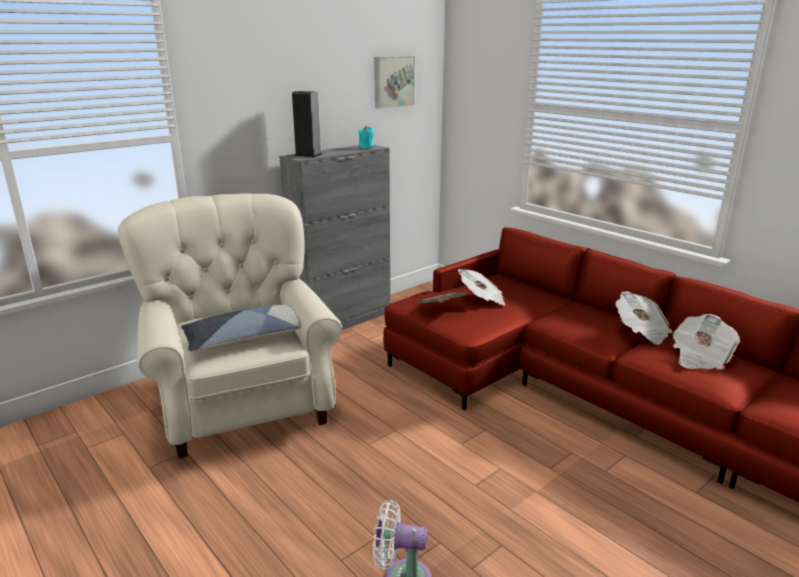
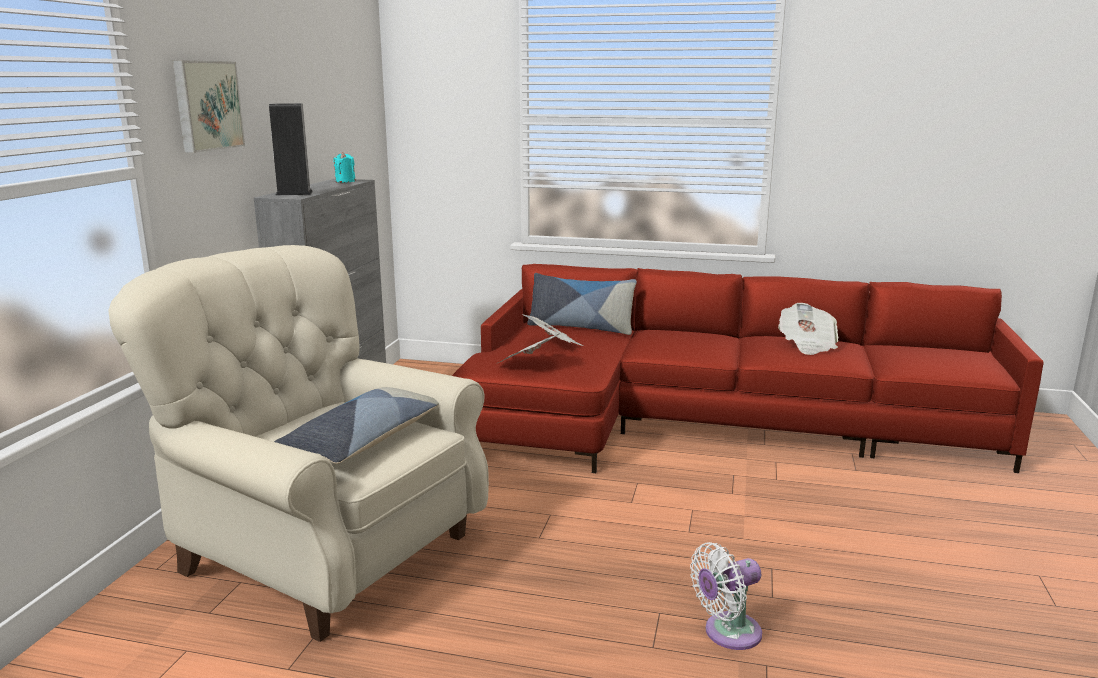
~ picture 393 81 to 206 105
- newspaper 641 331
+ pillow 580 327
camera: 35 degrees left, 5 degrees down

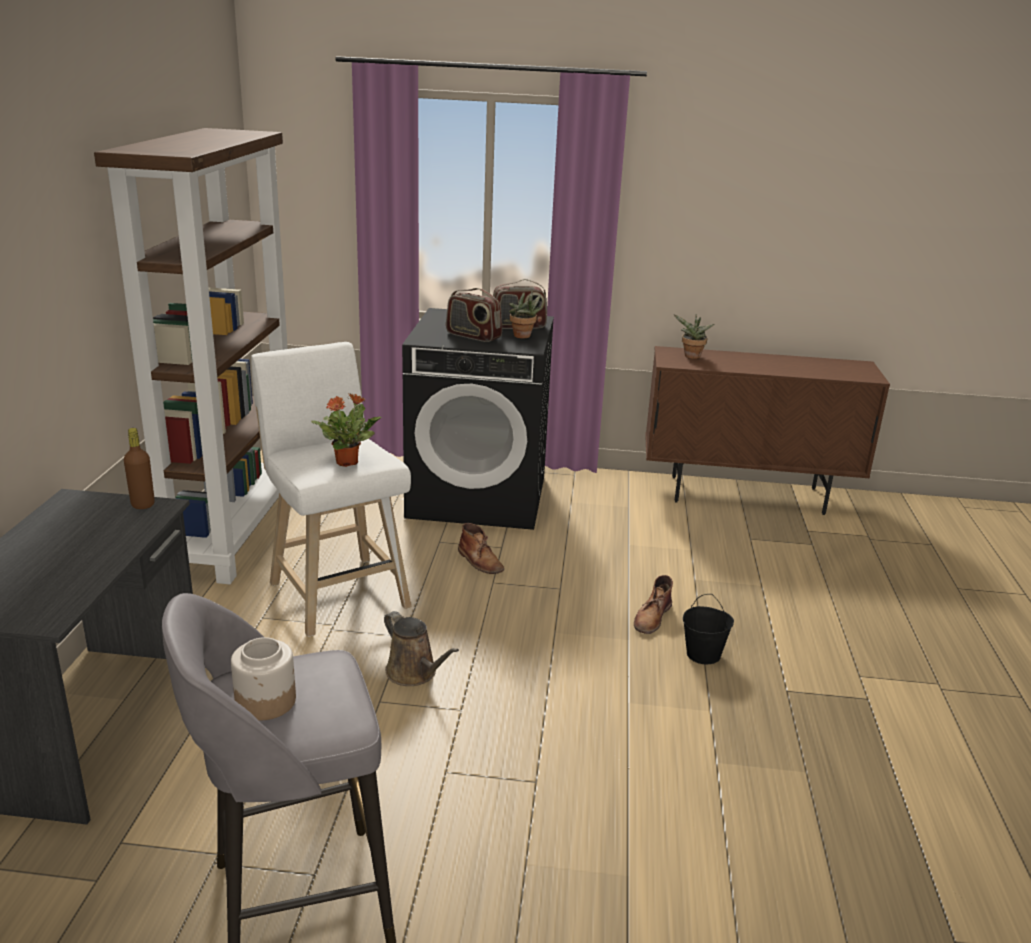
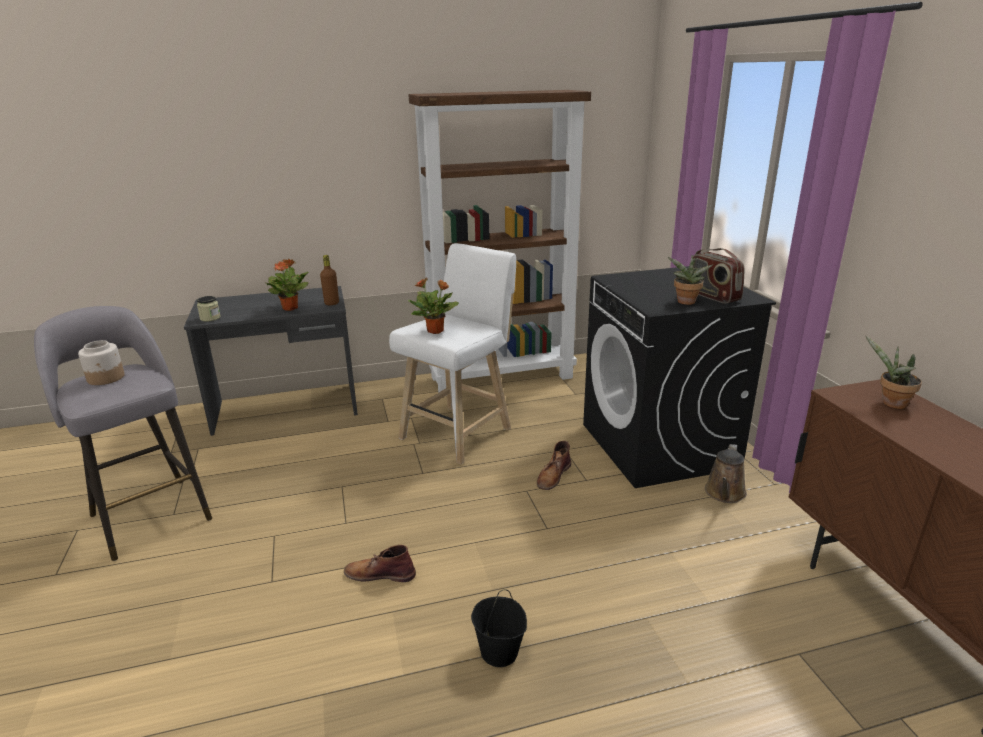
~ brown-coloured watering can 414 673 to 724 494
- radio receiver 473 336
~ brown-coloured tall boot 652 617 to 379 573
+ jar 210 318
+ plant in a pot 290 308
camera: 70 degrees right, 0 degrees up

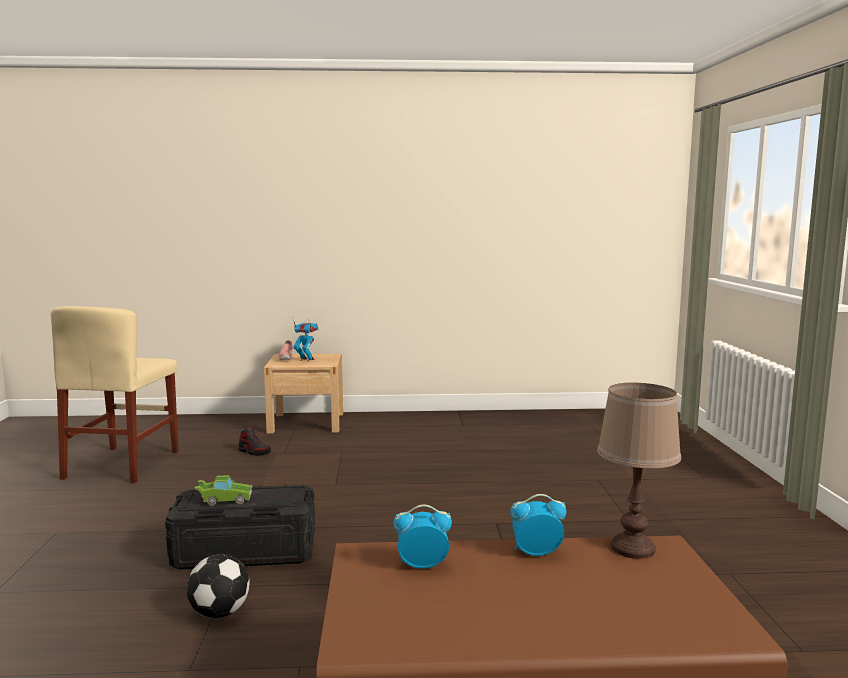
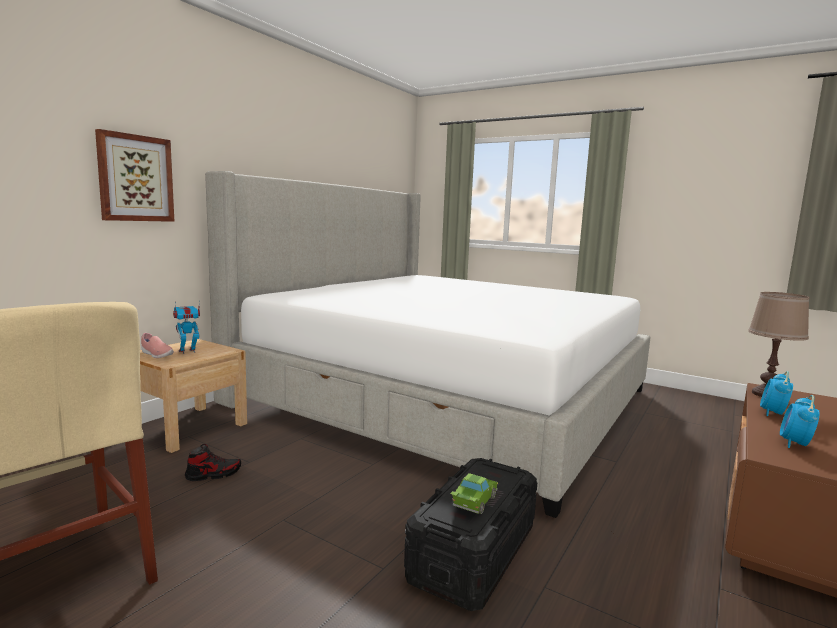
- ball for football 219 612
+ picture 135 178
+ bedroom bed 445 397
camera: 55 degrees left, 0 degrees up

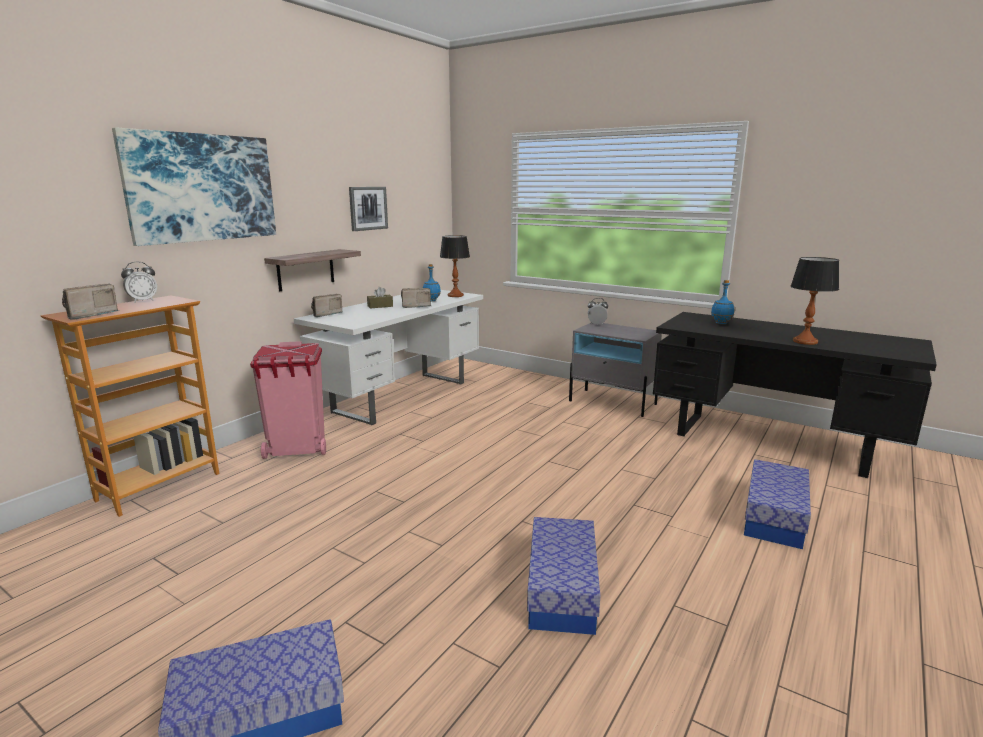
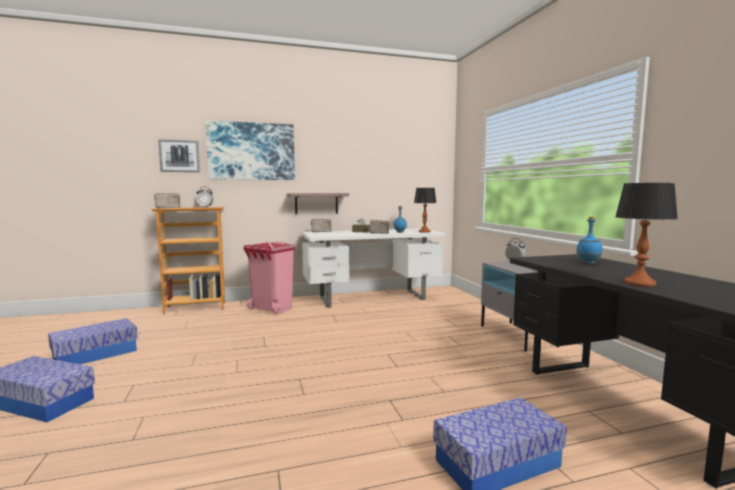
~ picture 368 208 to 179 156
~ storage box 562 590 to 95 354
camera: 40 degrees right, 10 degrees down

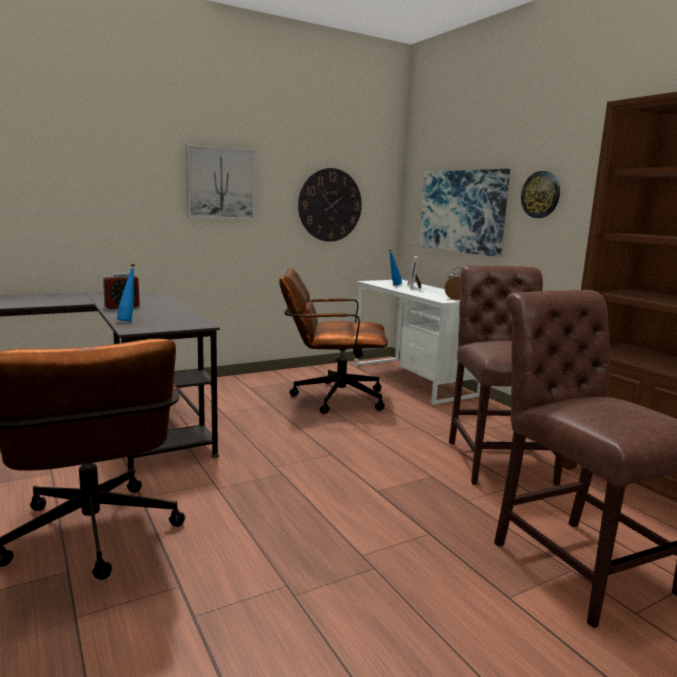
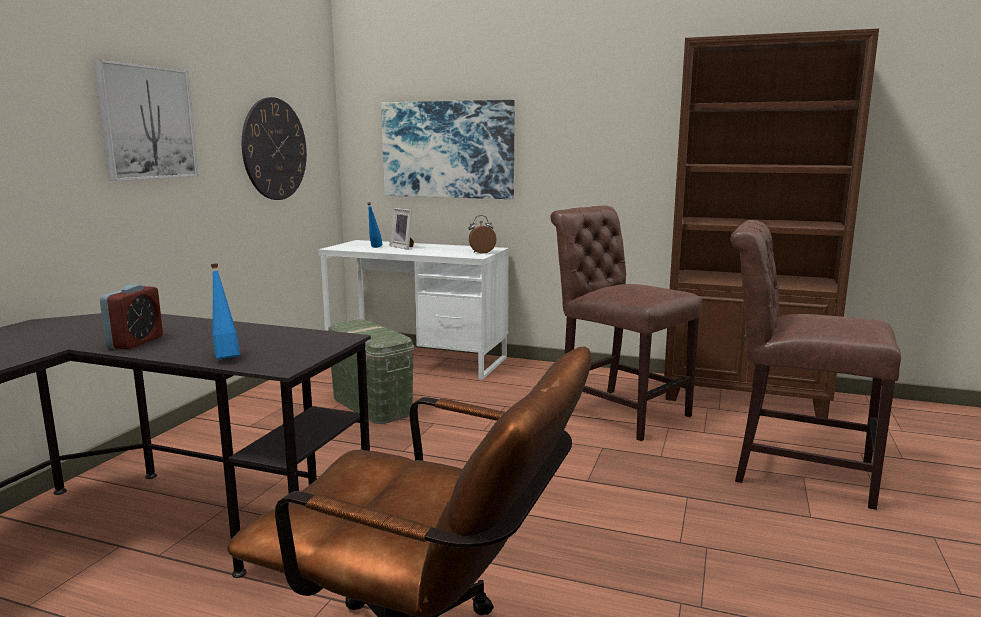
~ brown-coloured computer chair 330 397 to green-coloured storage box 371 405
- hanging clock 541 194
camera: 40 degrees left, 0 degrees up

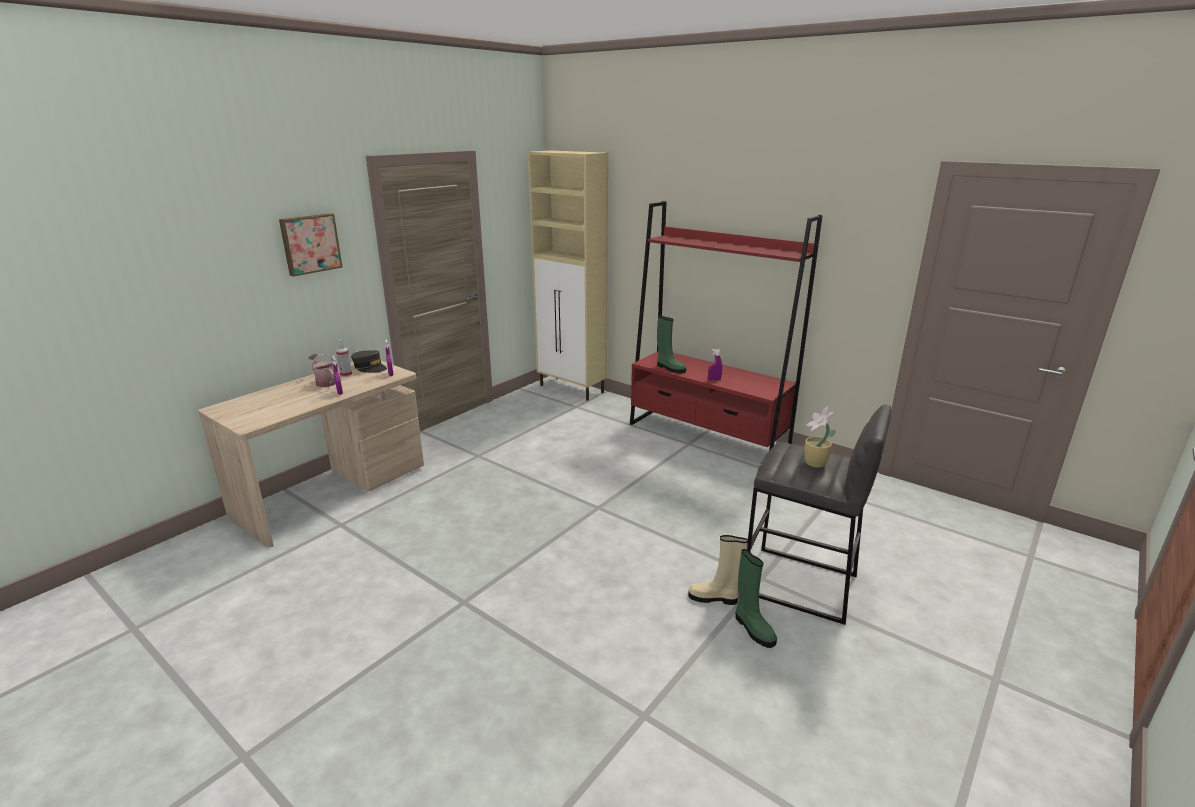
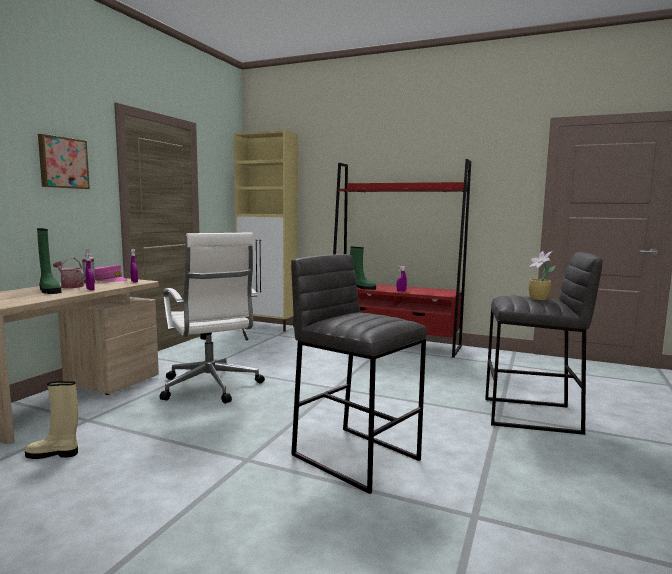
~ grey cap 370 367 to pinkish cap 110 280
~ sand-coloured tall boot 714 598 to 54 454
~ green-coloured tall boot 753 629 to 49 291
+ white computer chair 211 387
+ grey stool seat 355 456
camera: 15 degrees left, 15 degrees down

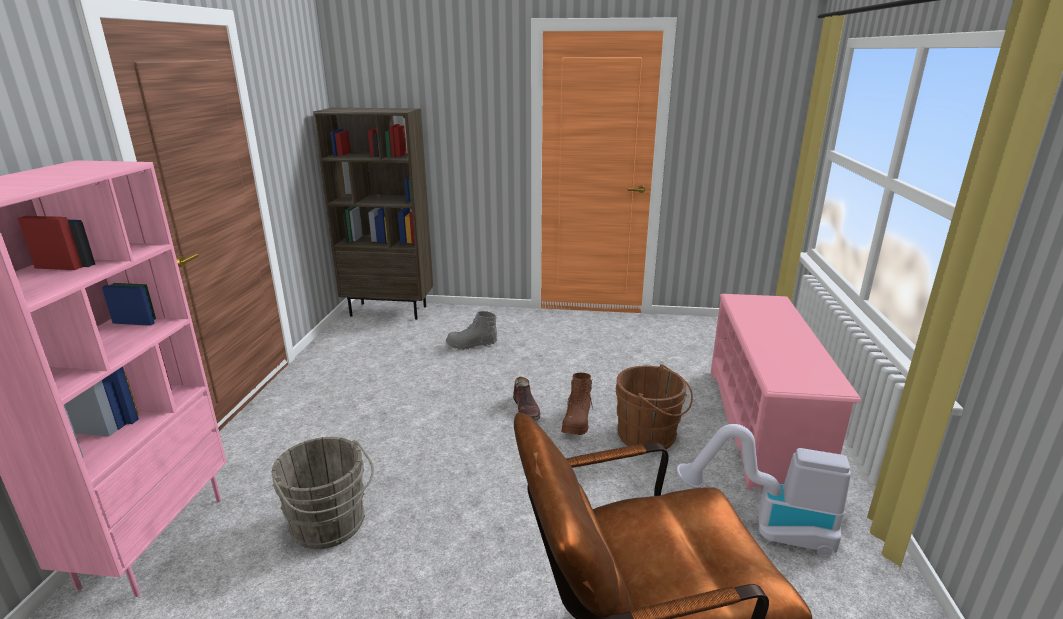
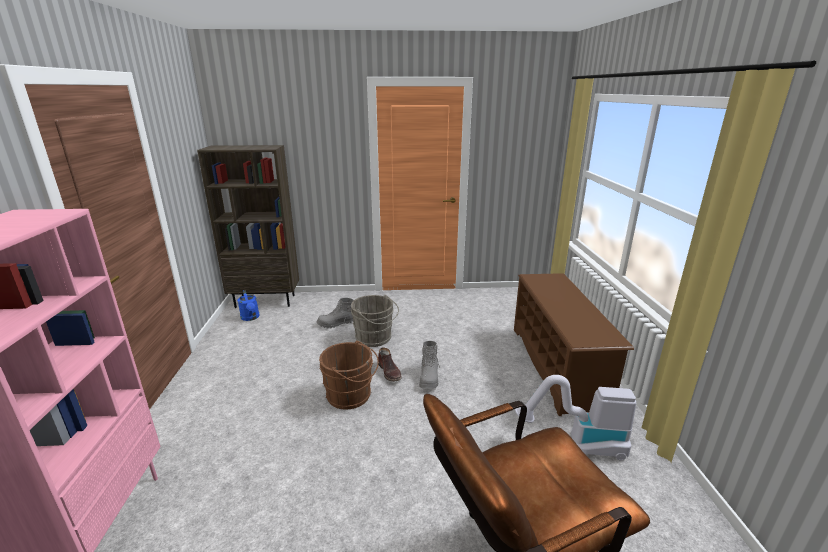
~ grey water bucket 330 526 to 375 338
~ brown-coloured tall boot 577 421 to grey tall boot 429 377
~ brown-coloured water bucket 650 436 to 351 396
~ pinkish shoe shelf 762 424 to brown-coloured shoe shelf 557 365
+ blue watering can 251 318
camera: 10 degrees left, 0 degrees up

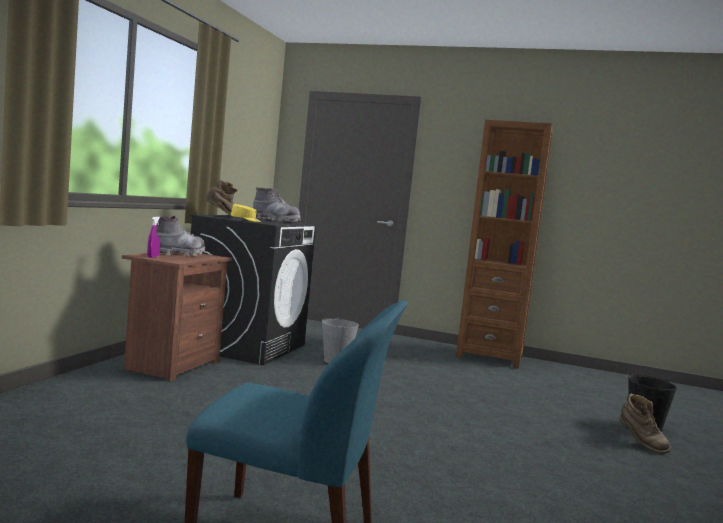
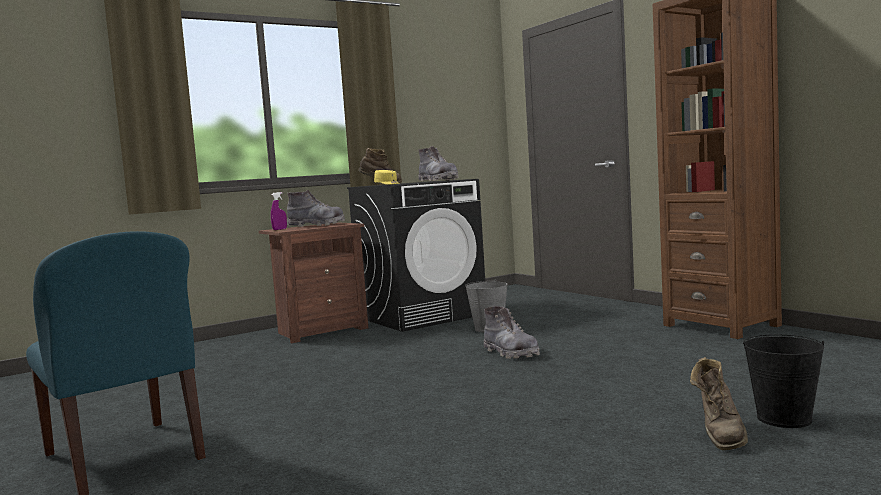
+ grey tall boot 511 353
camera: 40 degrees right, 0 degrees up

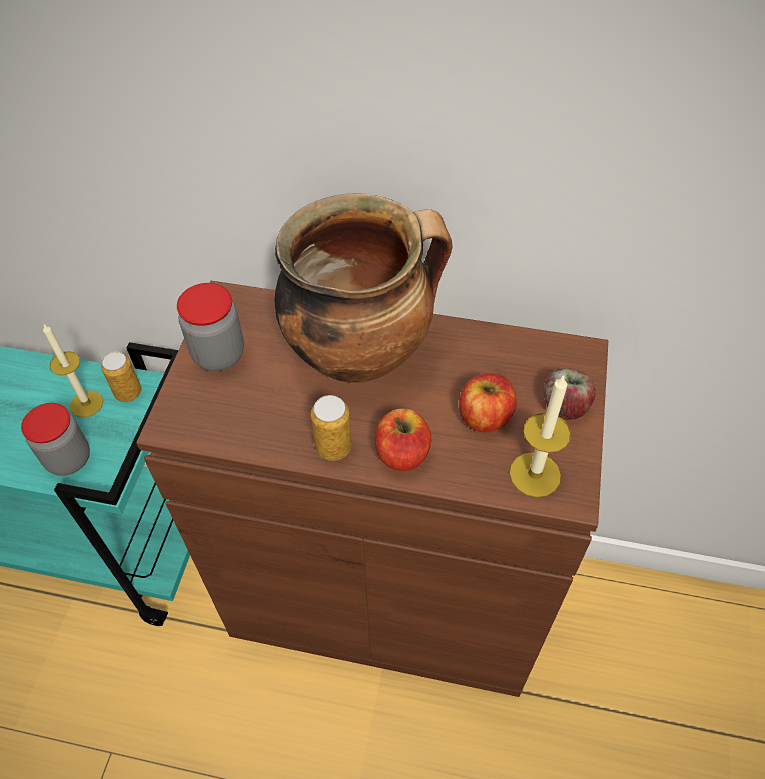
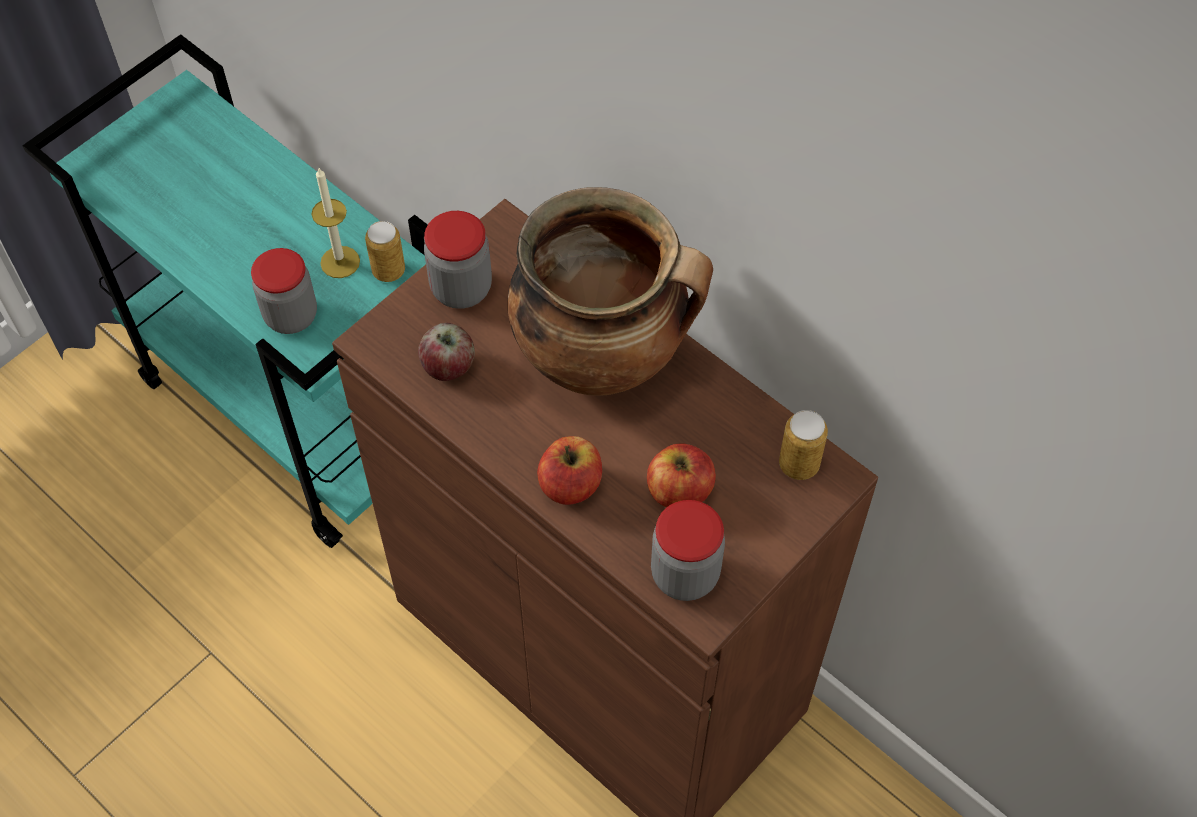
~ metal can 333 447 to 799 464
~ wax light 535 474 to jar 685 574
~ apple fruit 565 407 to 449 366
camera: 30 degrees right, 5 degrees up

